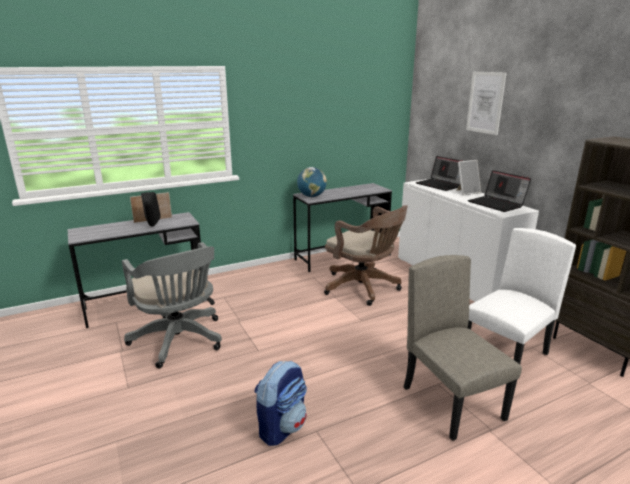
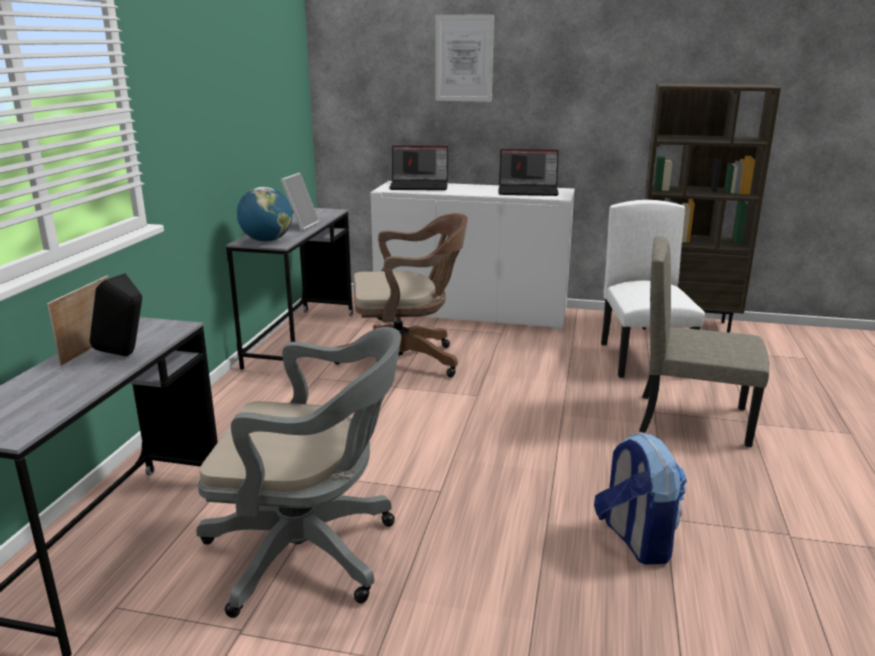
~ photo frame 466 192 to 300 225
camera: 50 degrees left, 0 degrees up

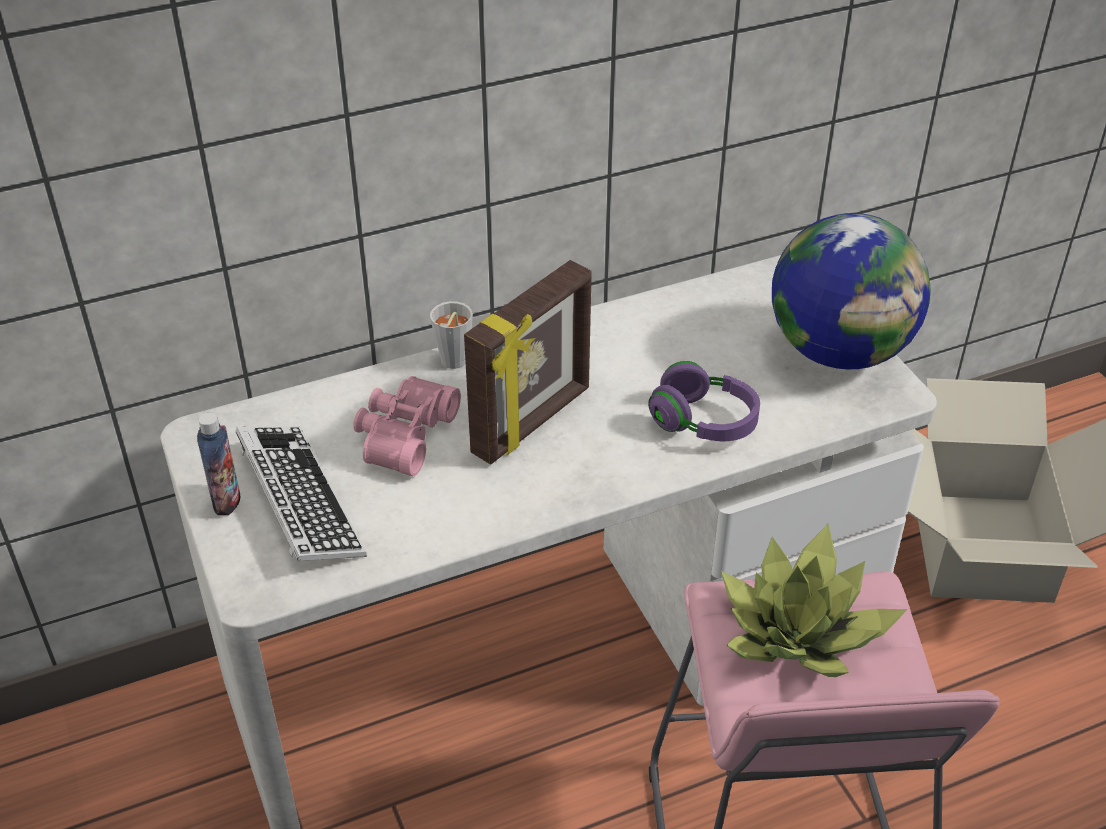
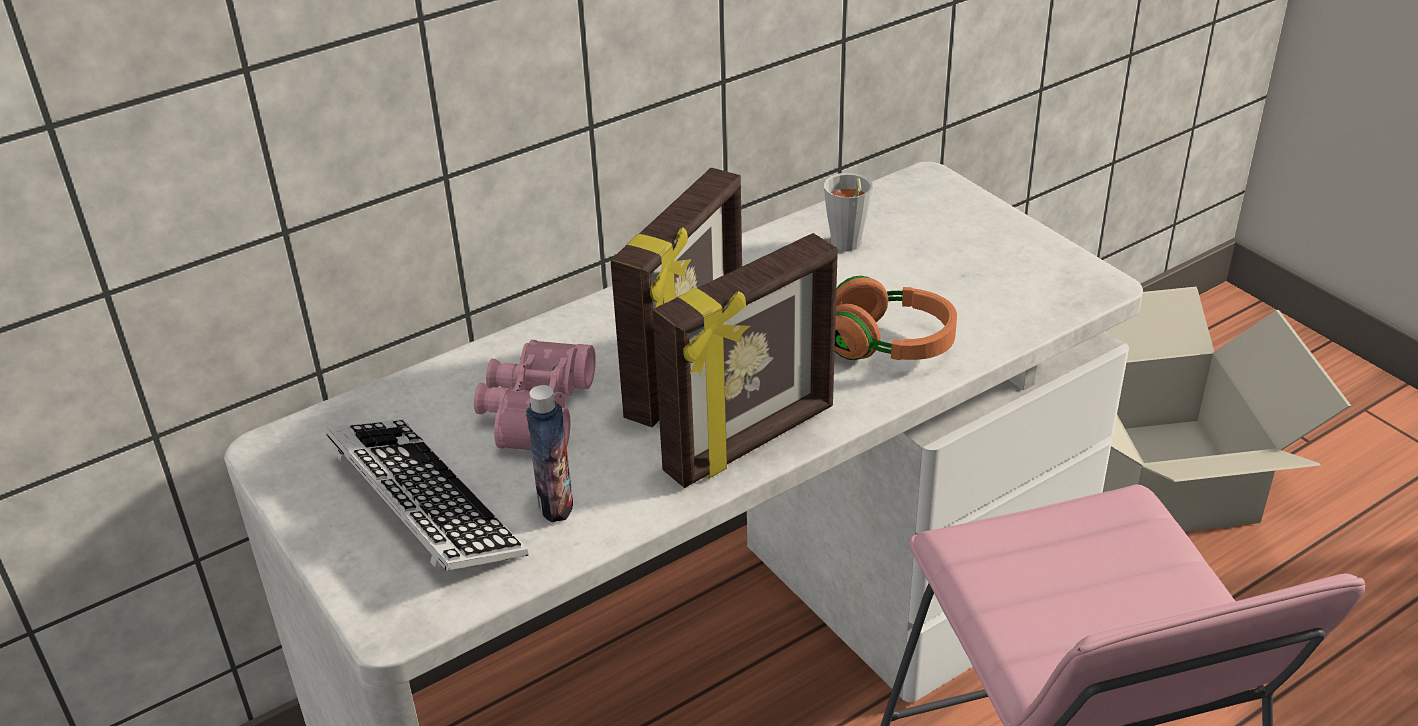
~ beverage bottle 226 501 to 555 504
~ grey drinking cup 452 364 to 846 247
~ purplish headphones 704 422 to orange headphones 889 345
- plant in a pot 801 631
- desk globe 840 351
+ photo frame 752 441
camera: 10 degrees left, 5 degrees down

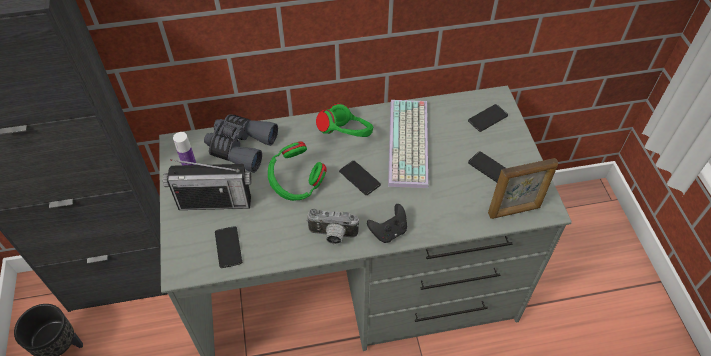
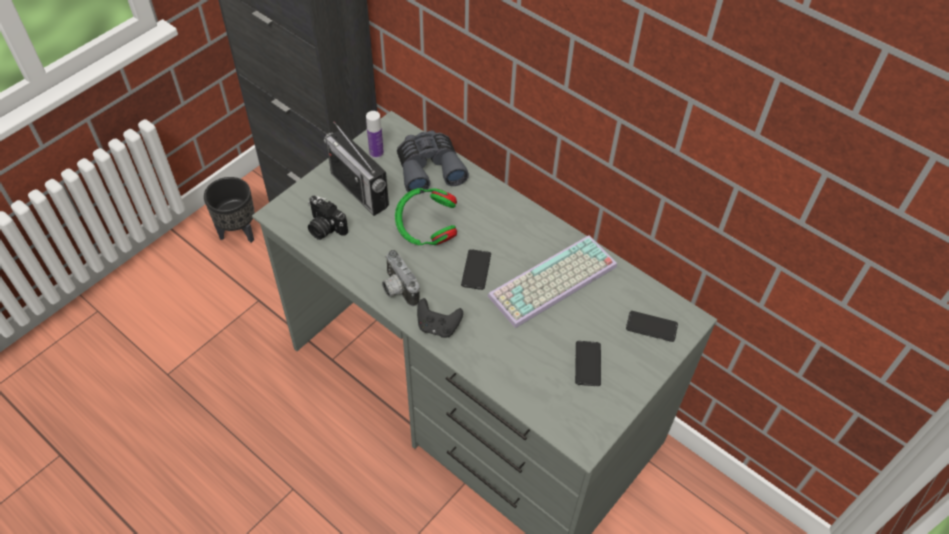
~ handset 228 247 to still camera 324 228
- green-coloured headphones 346 136
- photo frame 514 211
camera: 50 degrees right, 0 degrees up

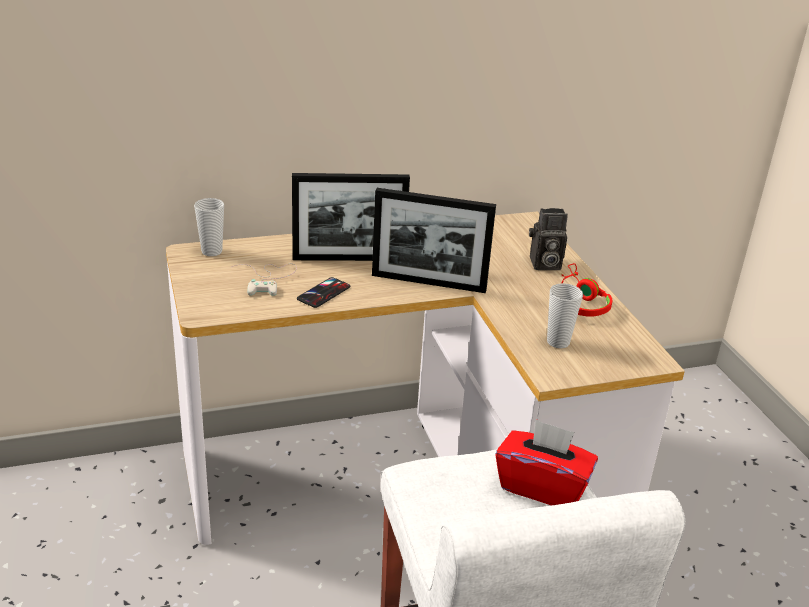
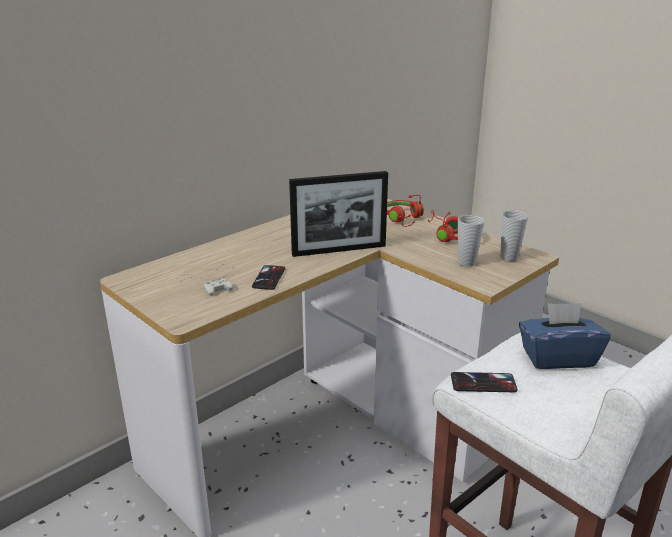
~ drinking cup 212 251 to 509 257
- photo frame 348 259
~ reddish box of tissues 542 486 to blue box of tissues 557 358
~ still camera 543 264 to reddish headphones 403 219
+ handset 483 383
camera: 25 degrees left, 5 degrees down

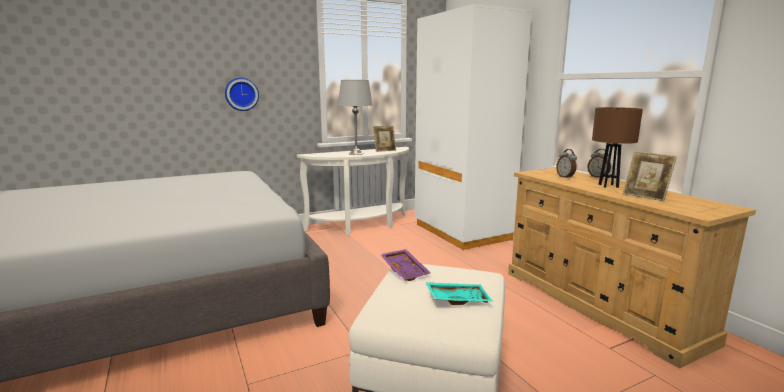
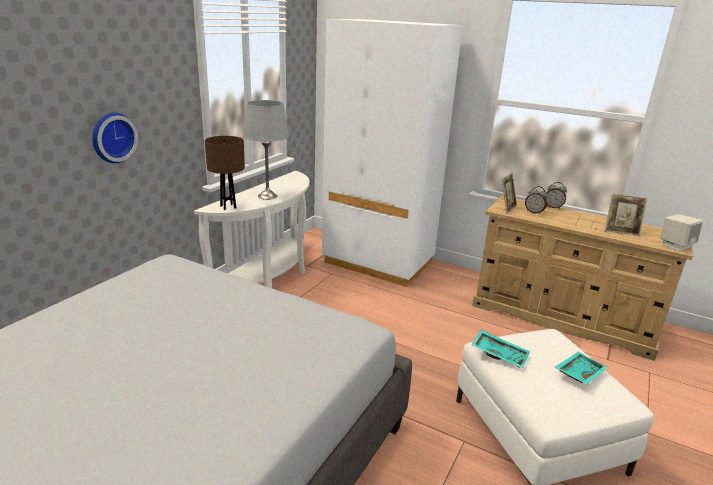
~ photo frame 384 150 to 506 208
~ purplish carrying tray 405 270 to turquoise carrying tray 499 354
~ brown-coloured tabletop lamp 608 186 to 228 207
+ sand-coloured speaker 675 246
camera: 35 degrees left, 10 degrees up

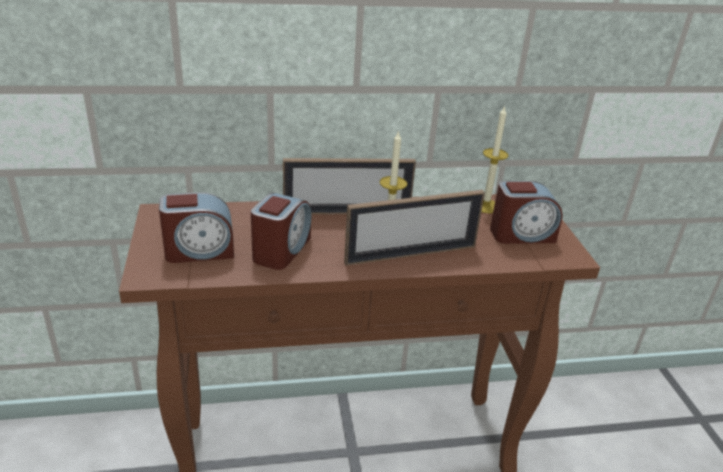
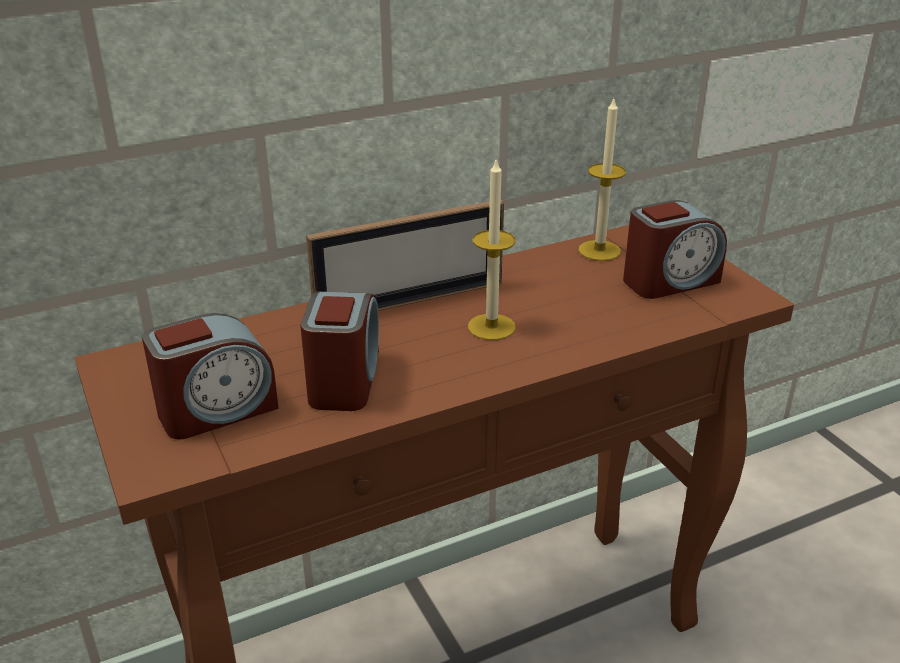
- photo frame 411 254
camera: 15 degrees left, 0 degrees up

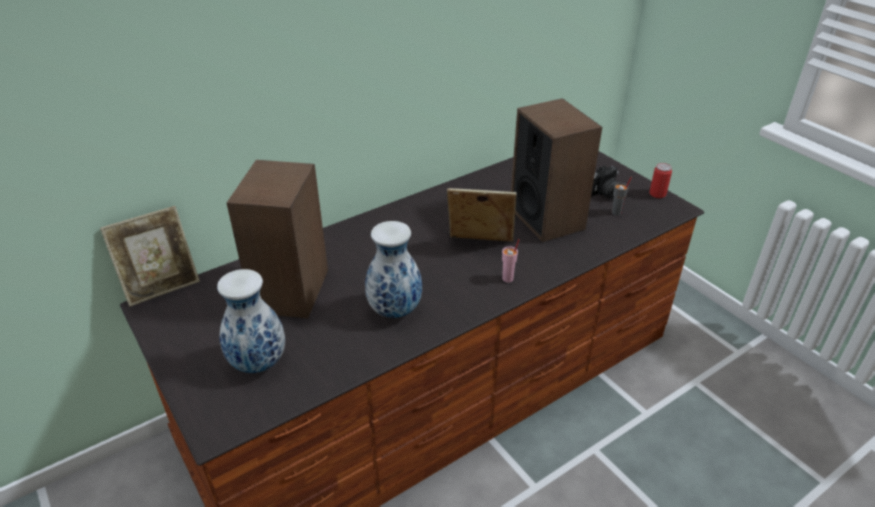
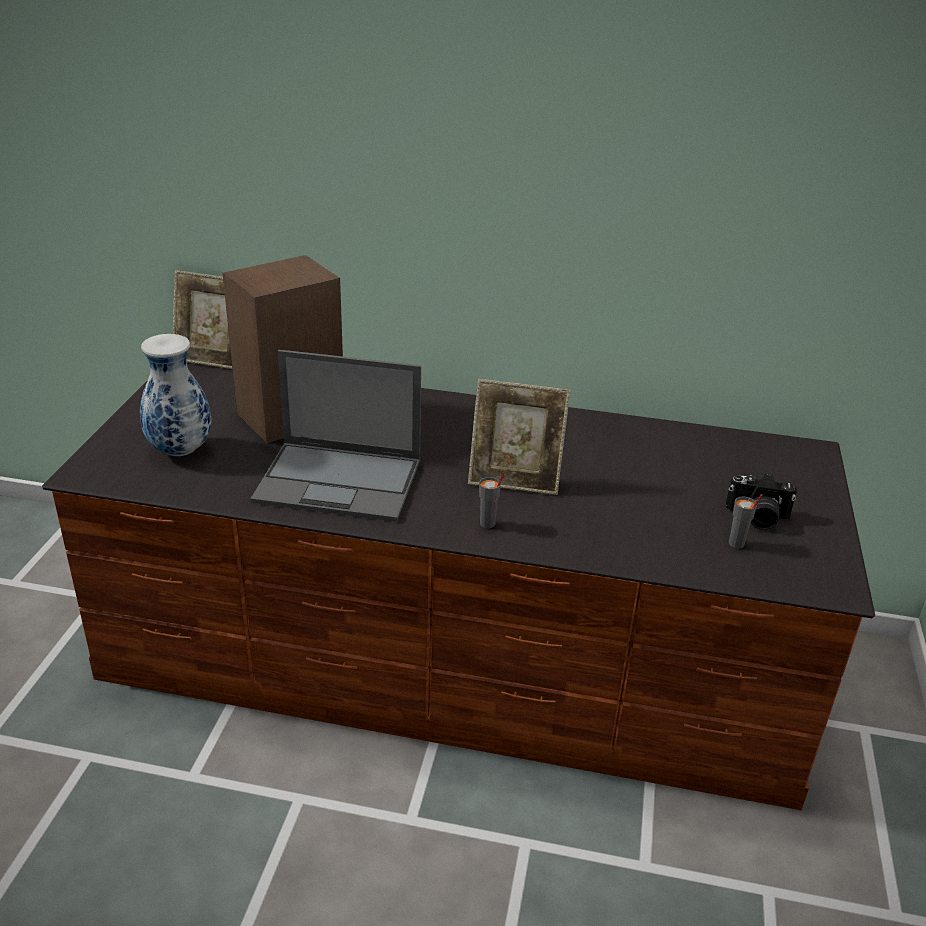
~ vase 394 310 to portable computer 341 481
~ photo frame 480 245 = 515 480 135 degrees clockwise
~ pinkish drinking cup 508 279 to grey drinking cup 488 524
- speaker 547 218
- metal can 657 194
camera: 45 degrees right, 5 degrees down

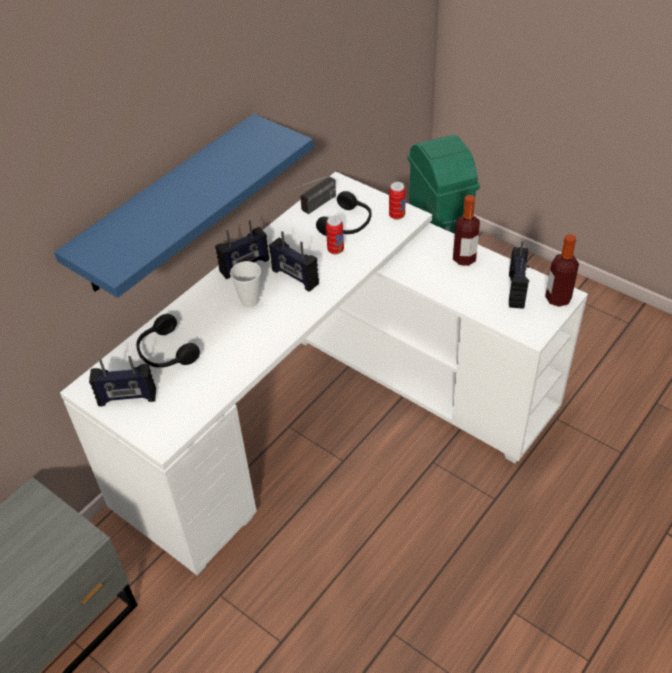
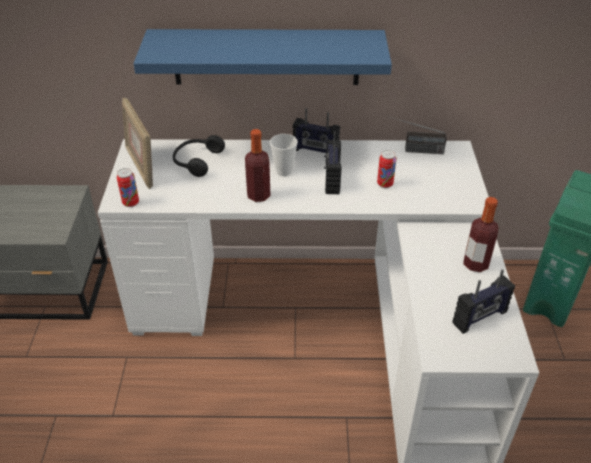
~ radio receiver 127 398 to photo frame 142 167
- black headphones 347 224
~ metal can 397 215 to 131 203
~ beverage bottle 558 298 to 258 195
camera: 50 degrees right, 5 degrees down

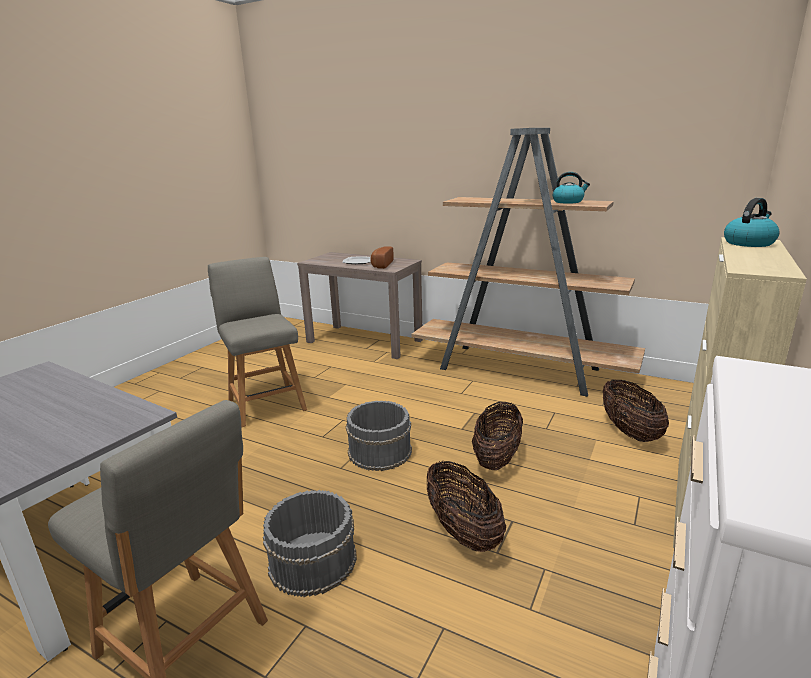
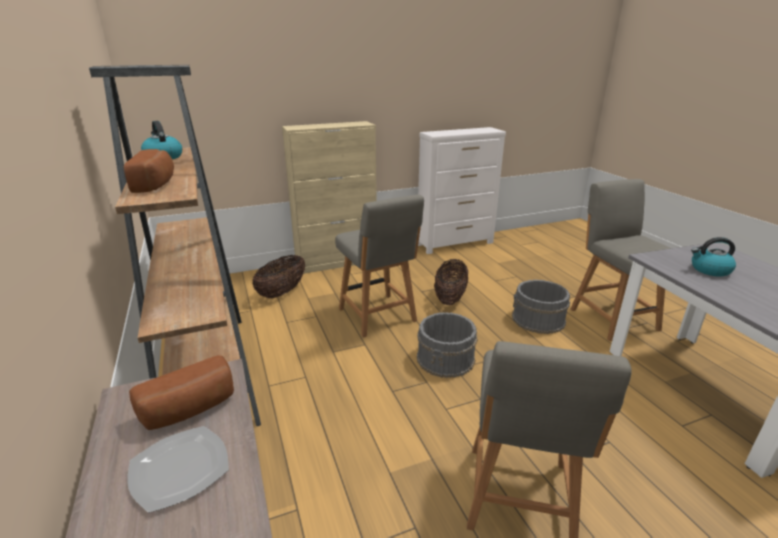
~ storage basket 497 458 to grey upright chair 378 316
~ kettle 748 243 to 709 270
+ baked bread 157 184
camera: 140 degrees left, 5 degrees up

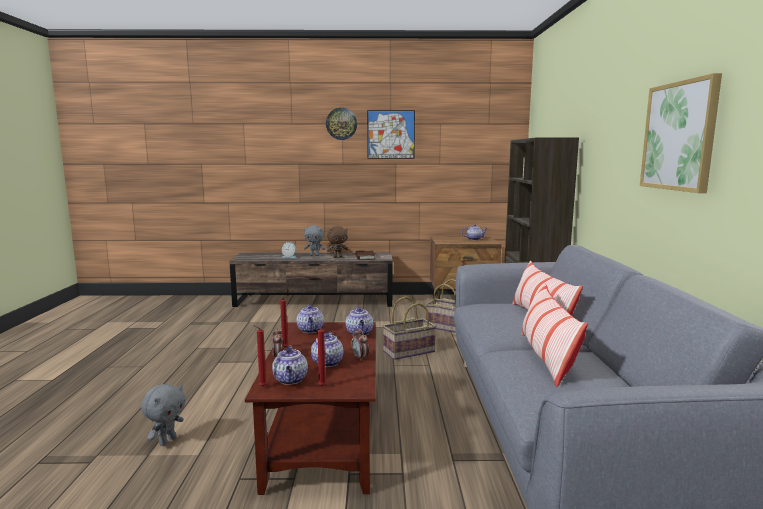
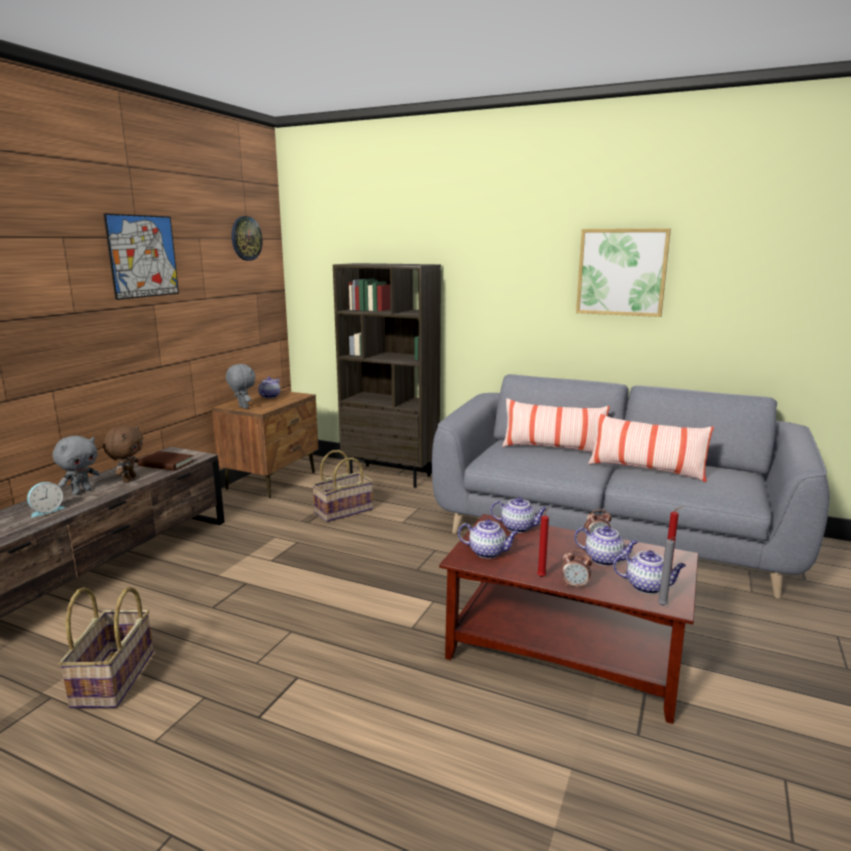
~ grey soft toy 167 441 to 242 407
~ reddish wax light 261 387 to grey wax light 663 606
~ hanging clock 341 124 to 246 238
~ storage basket 409 352 to 115 679
camera: 65 degrees left, 5 degrees up

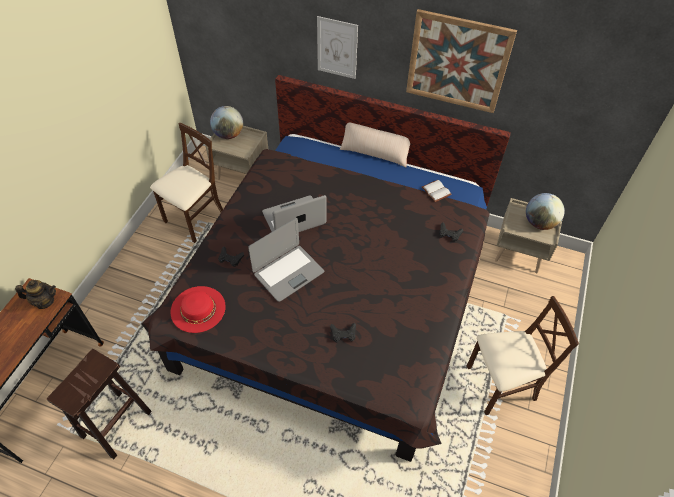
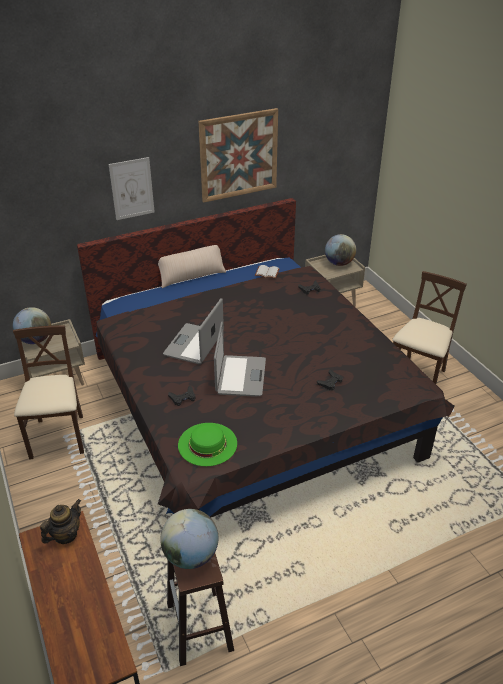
~ reddish wearable hat 198 309 to green-coloured wearable hat 207 444
+ desk globe 191 555
camera: 45 degrees left, 15 degrees down

